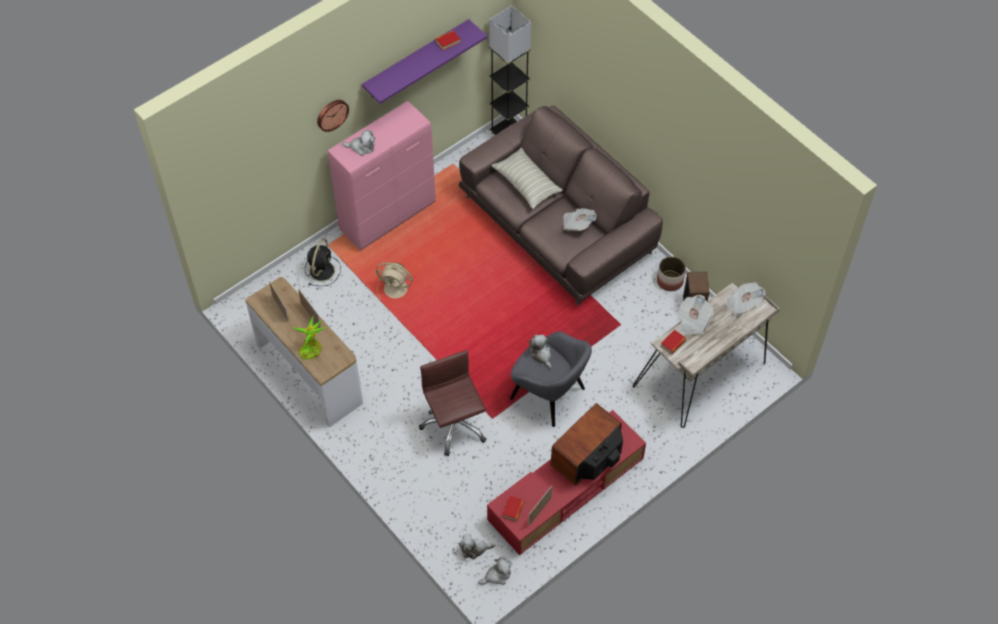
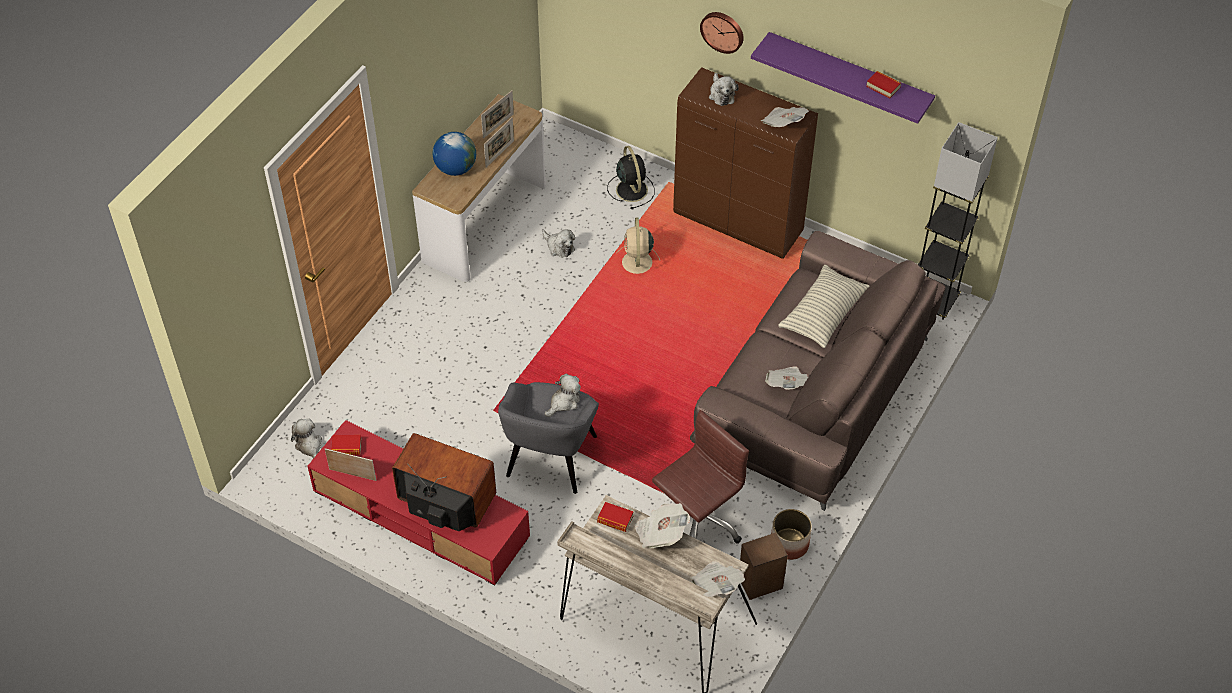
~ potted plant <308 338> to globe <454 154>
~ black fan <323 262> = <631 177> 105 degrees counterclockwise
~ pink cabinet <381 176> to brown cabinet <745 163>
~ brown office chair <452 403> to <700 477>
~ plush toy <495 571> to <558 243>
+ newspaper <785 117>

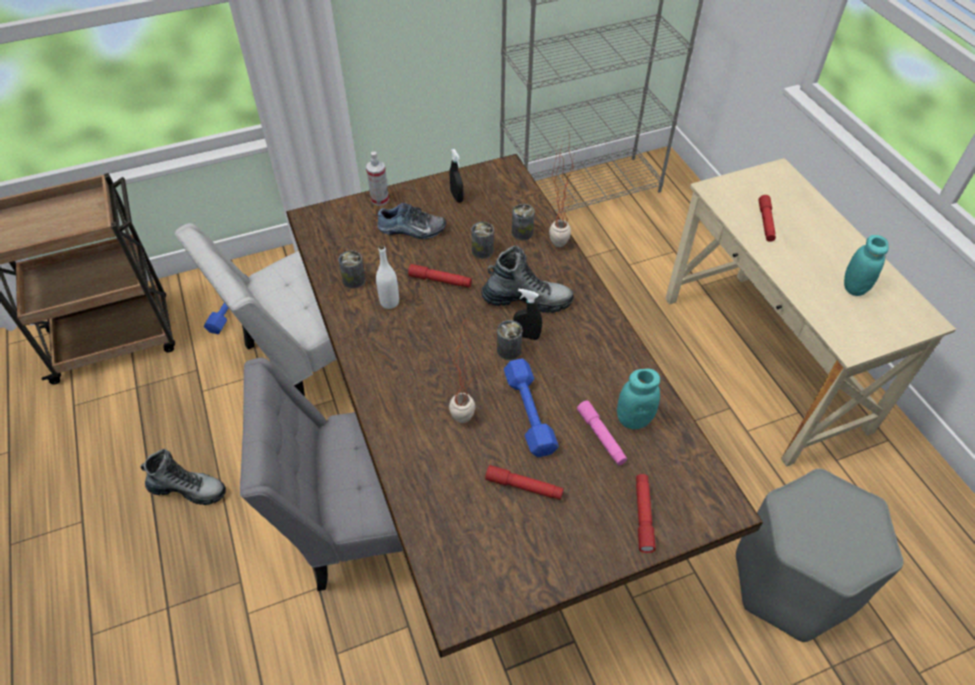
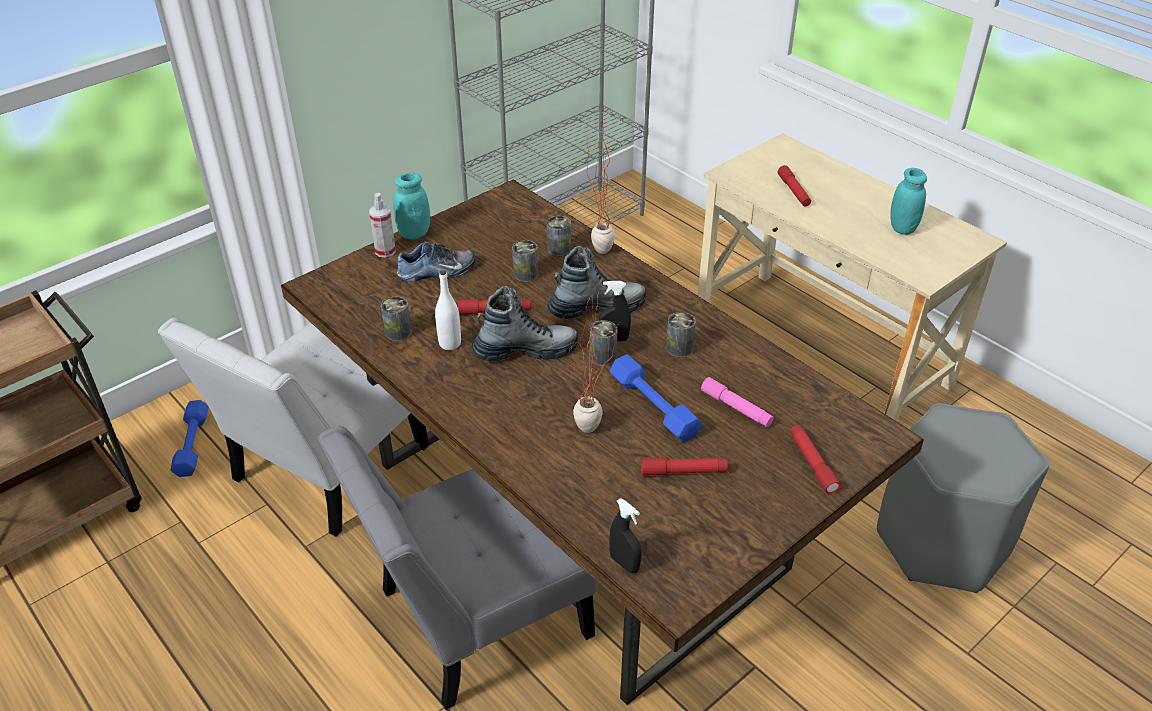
~ boot <183 477> to <525 323>
~ black spray bottle <457 176> to <625 535>
~ turquoise jar <638 398> to <411 206>
+ can <681 334>

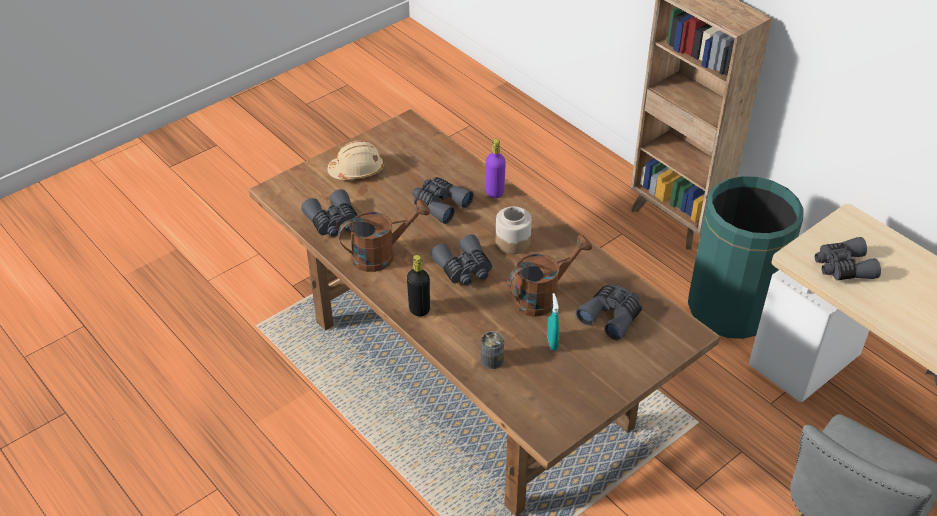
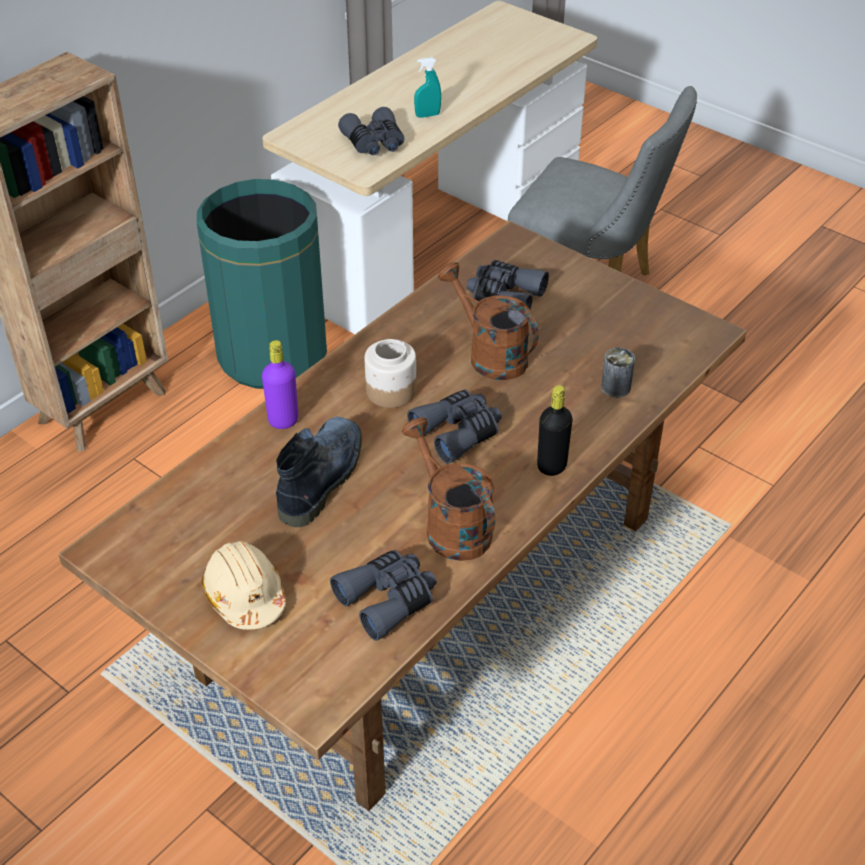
~ grey binoculars <443 200> to boot <319 471>
~ turquoise spray bottle <553 322> to <427 87>

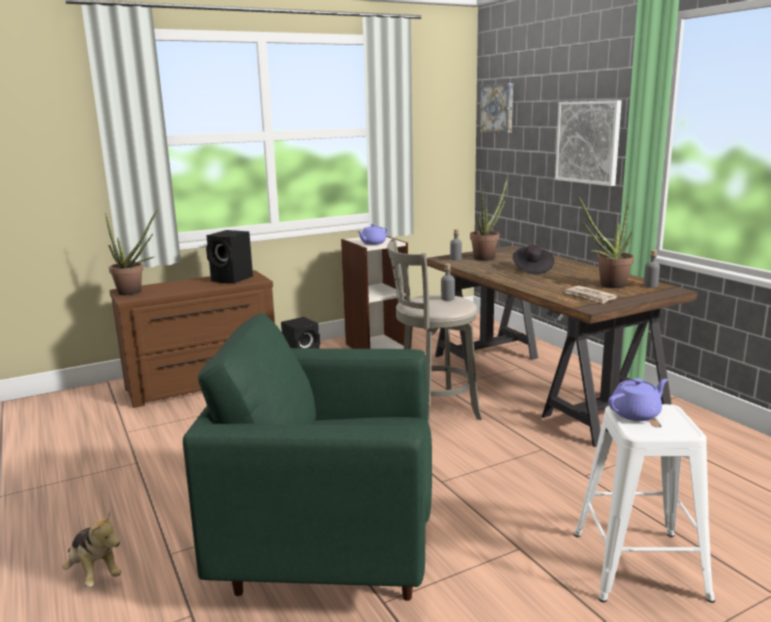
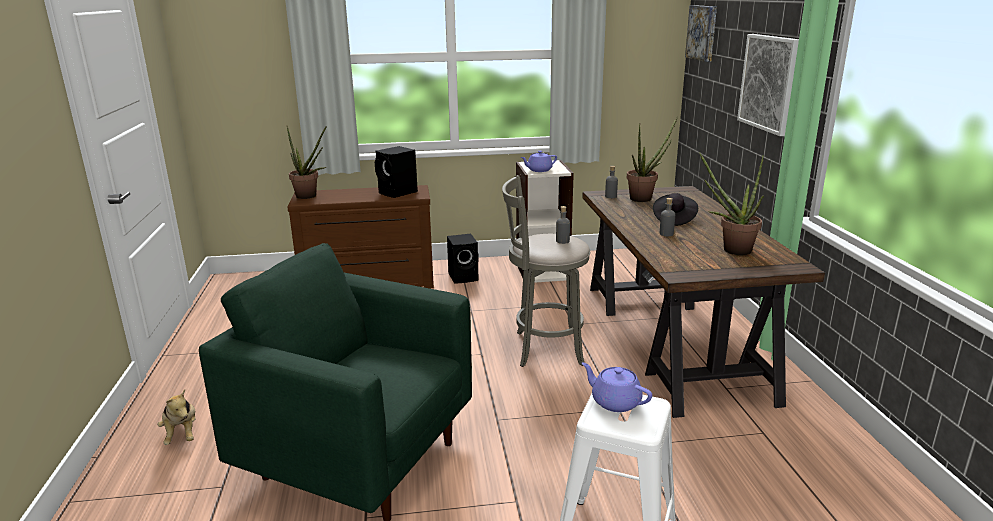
- newspaper <591 295>
~ purple teapot <638 399> = <617 387> 135 degrees counterclockwise
~ grey bottle <652 269> to <667 217>

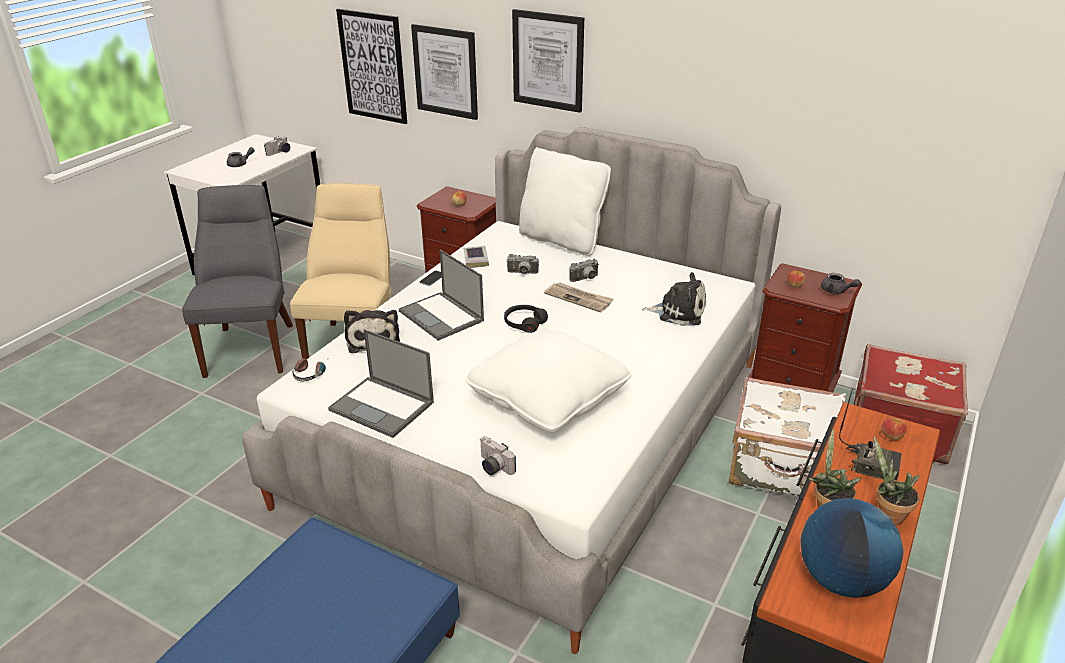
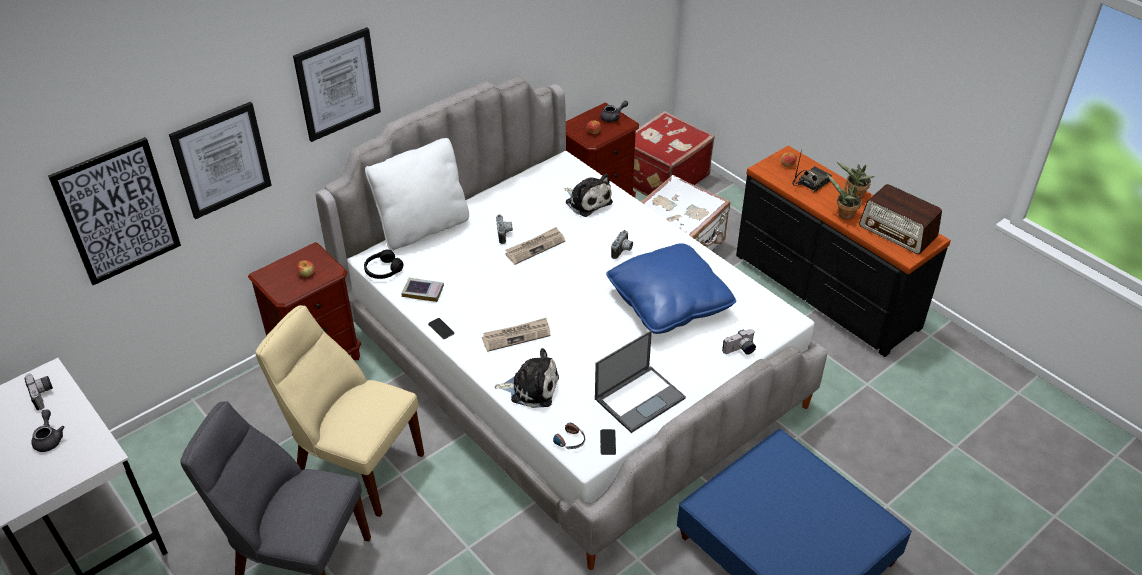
~ laptop <441 295> to newspaper <516 335>
~ white pillow <548 380> to blue pillow <671 288>
~ black headphones <526 319> to <383 264>
~ photo camera <523 264> to <622 244>
~ plush toy <674 299> = <588 195> 105 degrees clockwise
~ globe <851 548> to radio <900 219>
+ phone <608 442>

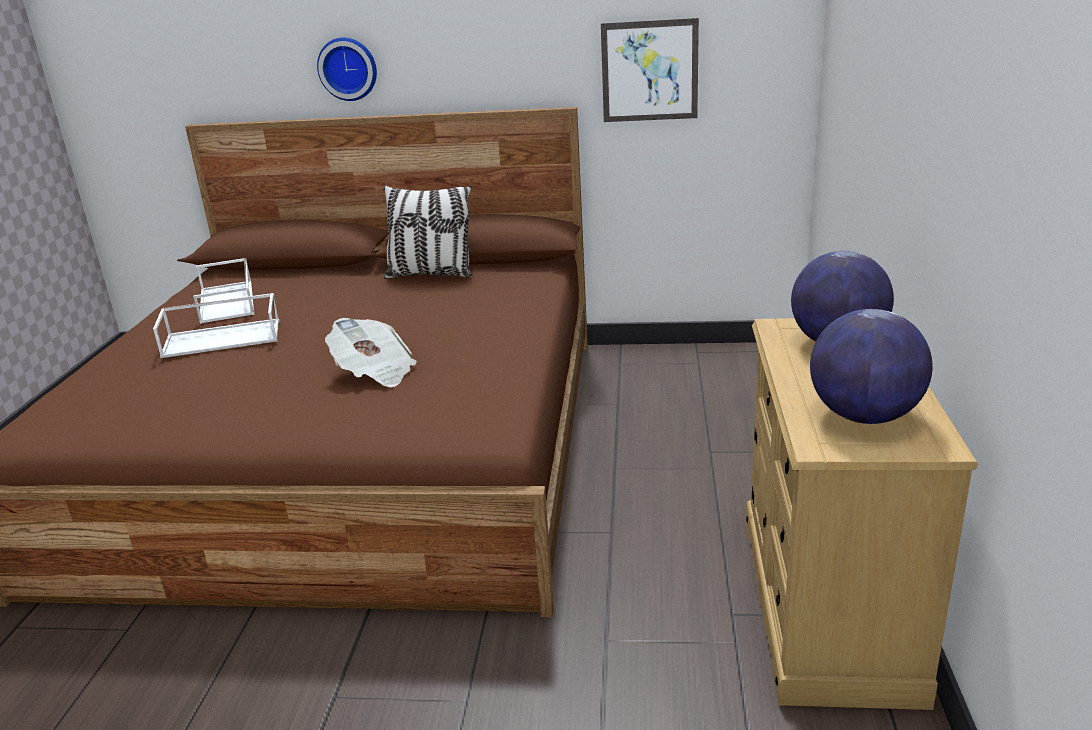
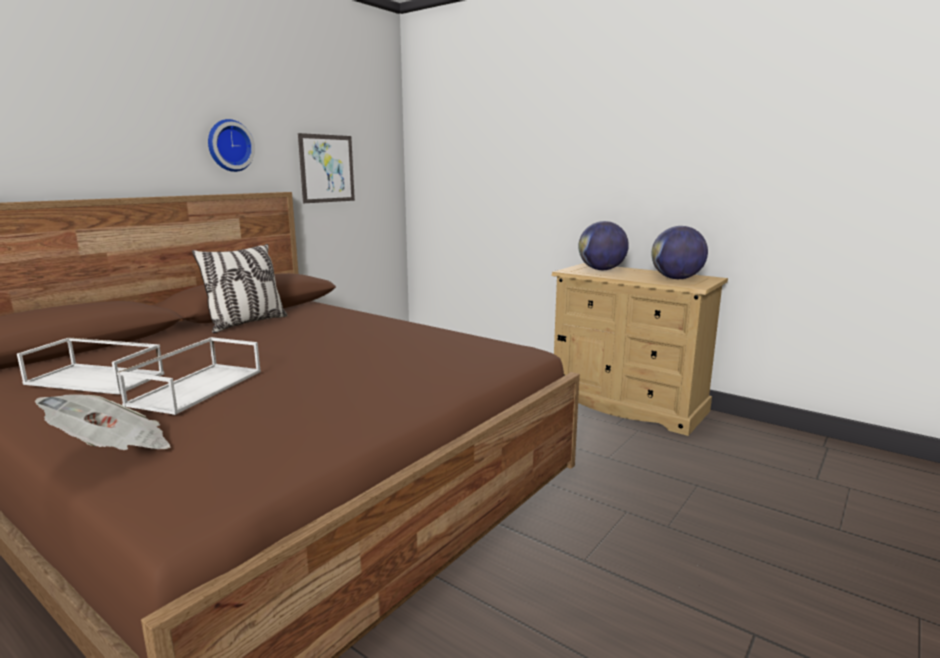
~ wall clock <347 69> to <231 145>
~ newspaper <371 352> to <103 422>

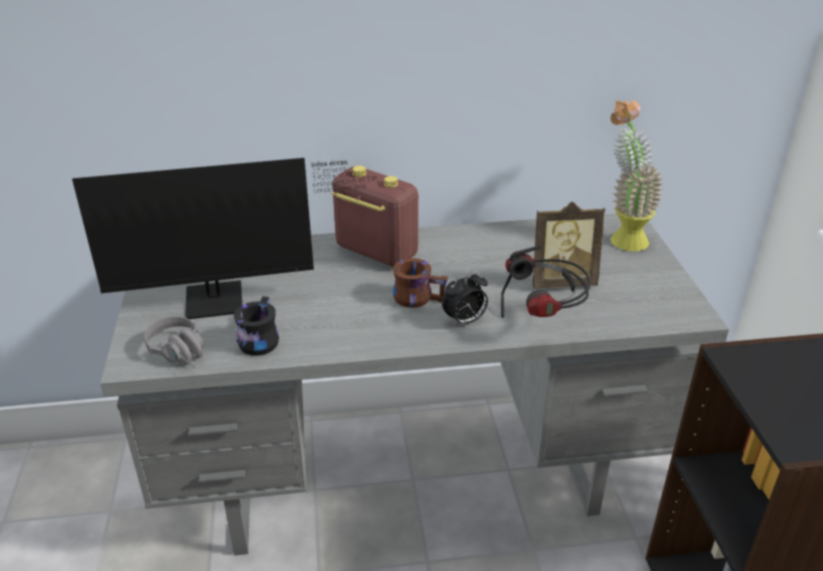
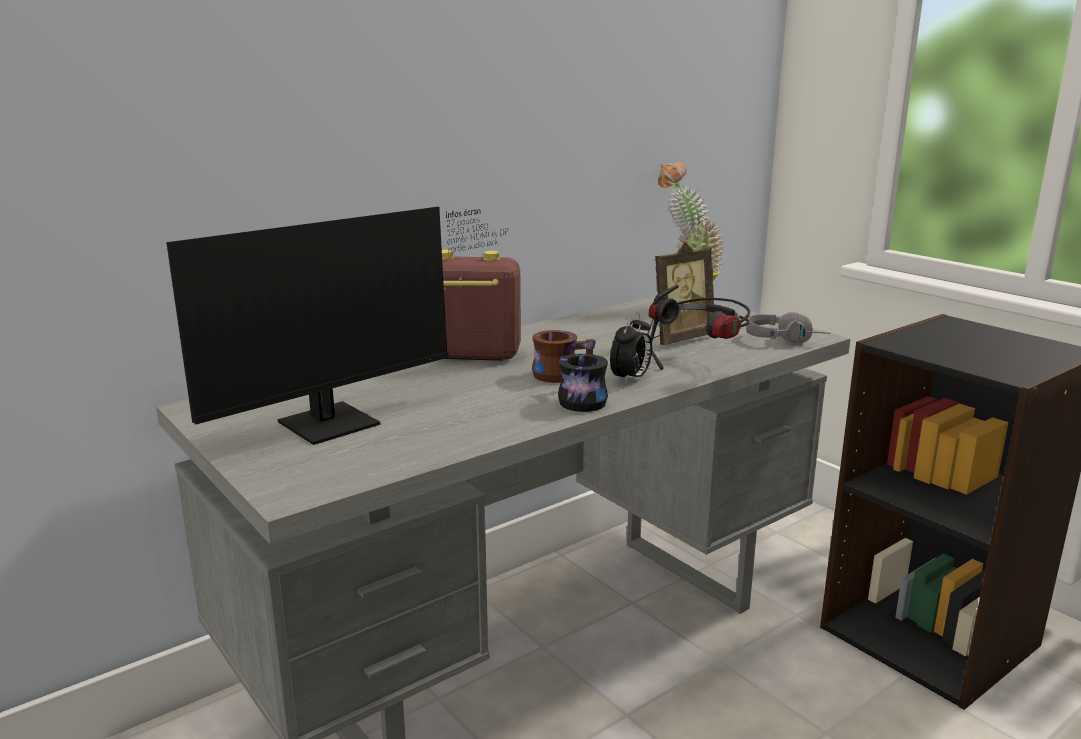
~ grey headphones <174 342> to <788 328>
~ black mug <256 326> to <583 383>

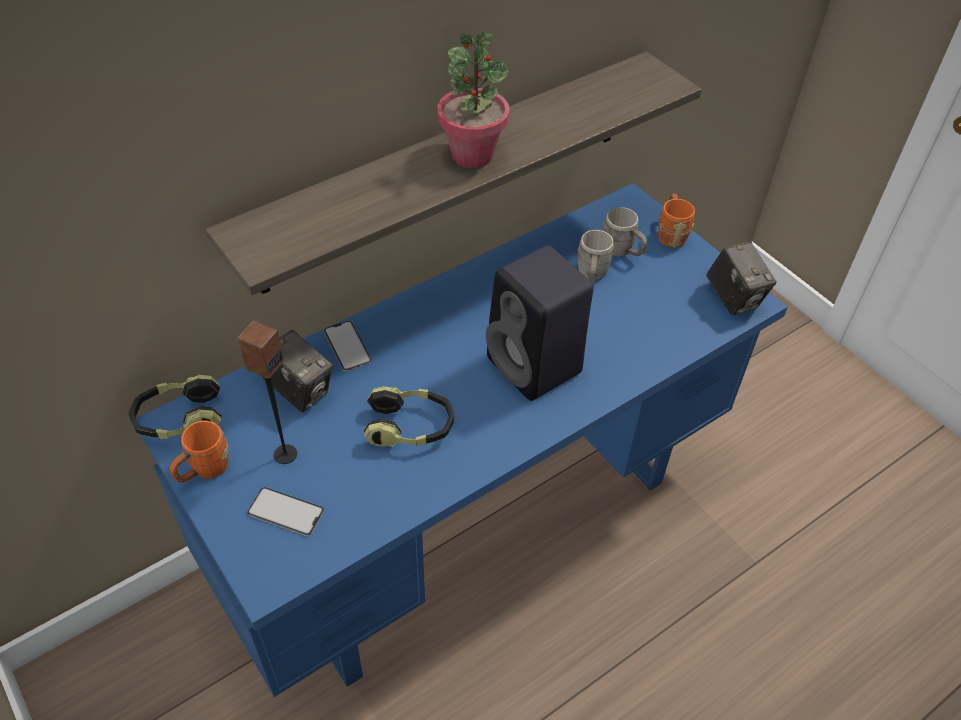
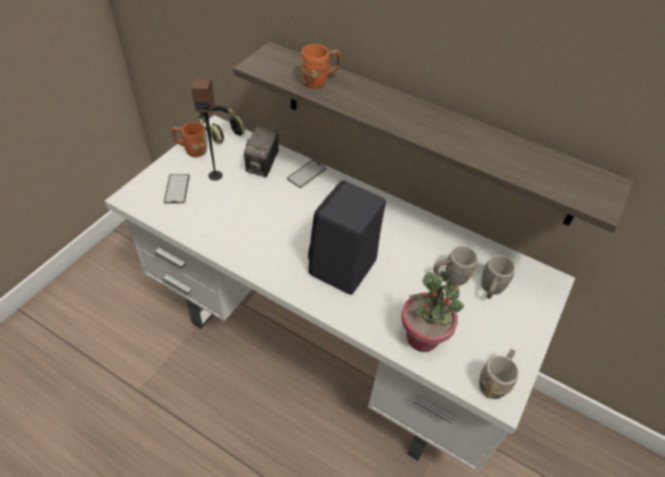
~ blue desk <462 440> to white desk <340 293>
- headphones <409 416>
~ potted plant <474 100> to <432 311>
~ orange mug <676 221> to <321 66>
~ photo camera <741 278> to grey mug <499 374>

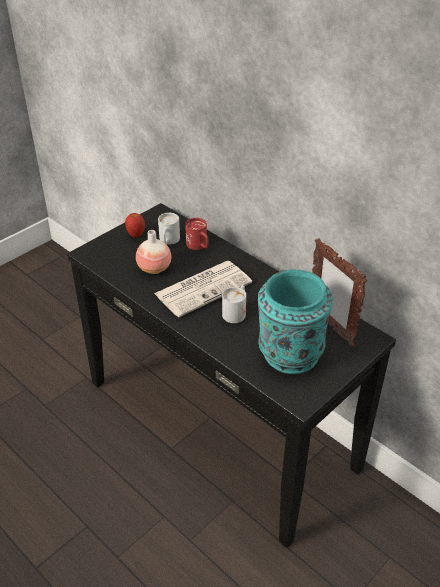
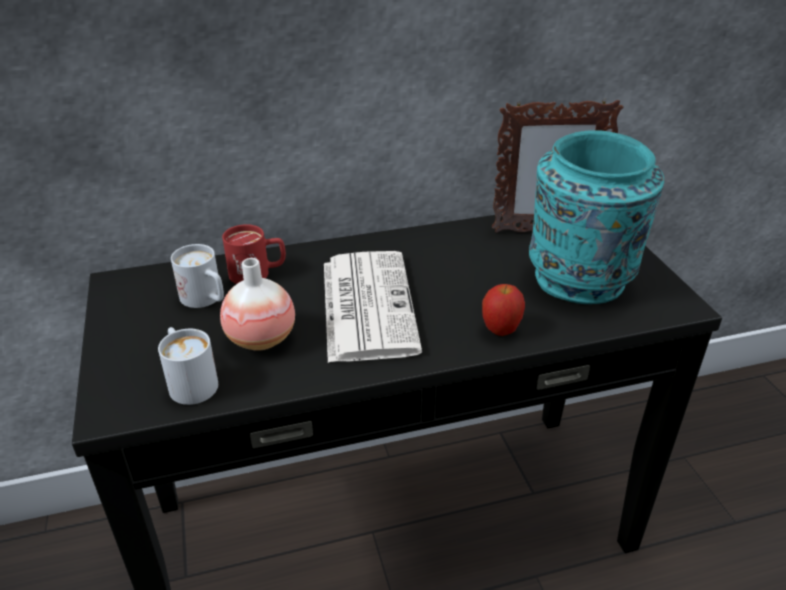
~ apple <135 225> to <503 310>
~ white mug <234 304> to <188 366>

